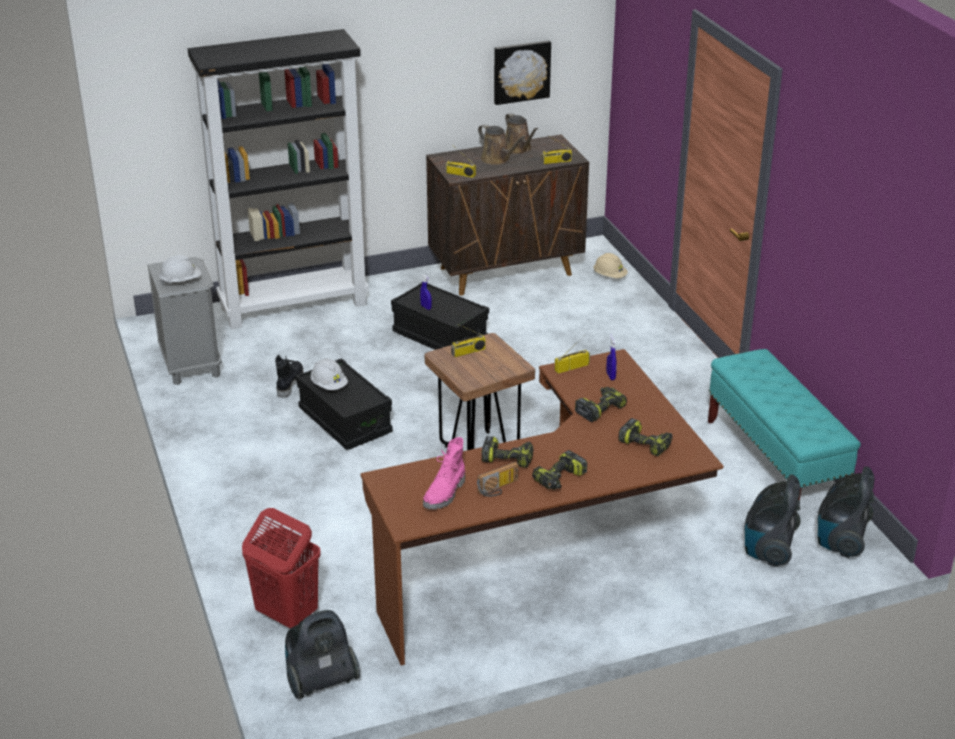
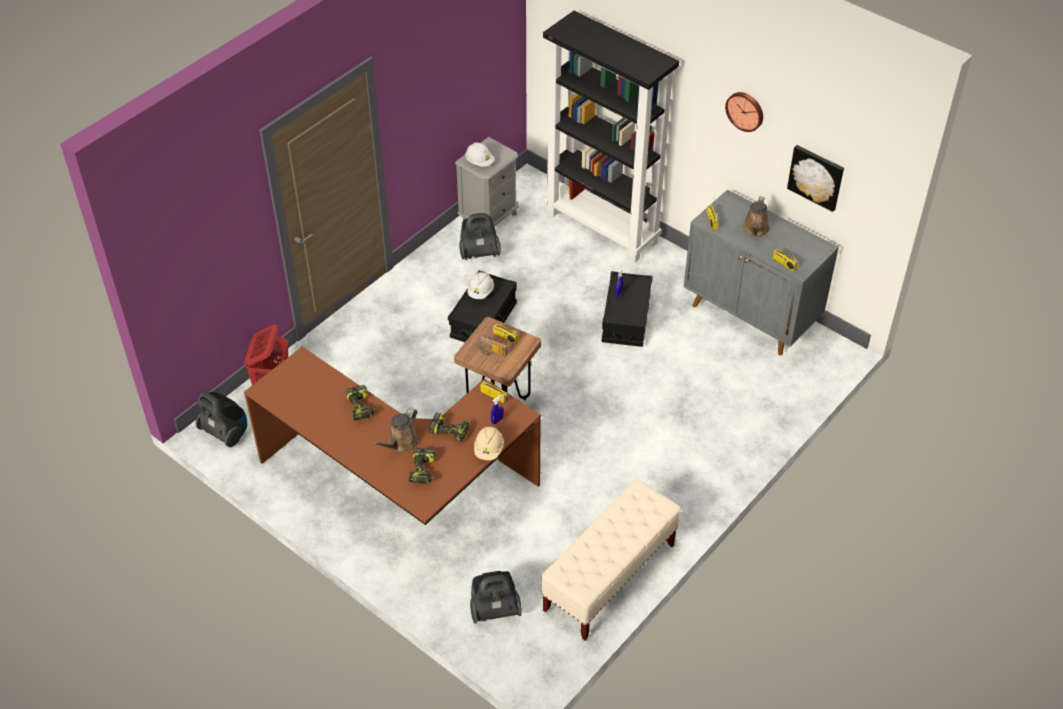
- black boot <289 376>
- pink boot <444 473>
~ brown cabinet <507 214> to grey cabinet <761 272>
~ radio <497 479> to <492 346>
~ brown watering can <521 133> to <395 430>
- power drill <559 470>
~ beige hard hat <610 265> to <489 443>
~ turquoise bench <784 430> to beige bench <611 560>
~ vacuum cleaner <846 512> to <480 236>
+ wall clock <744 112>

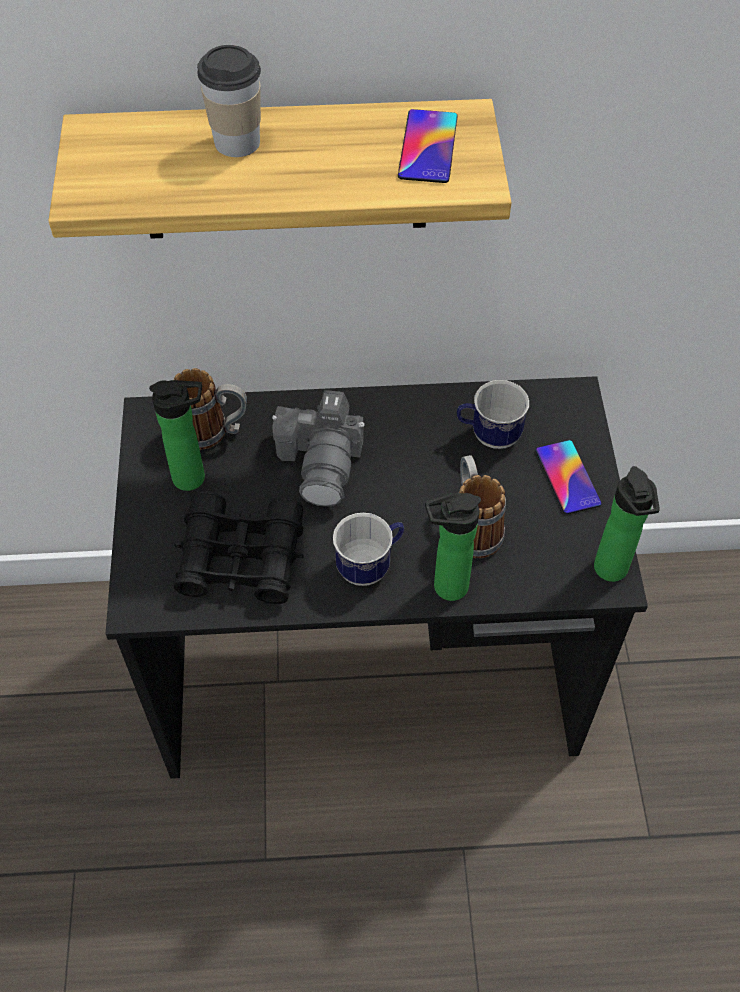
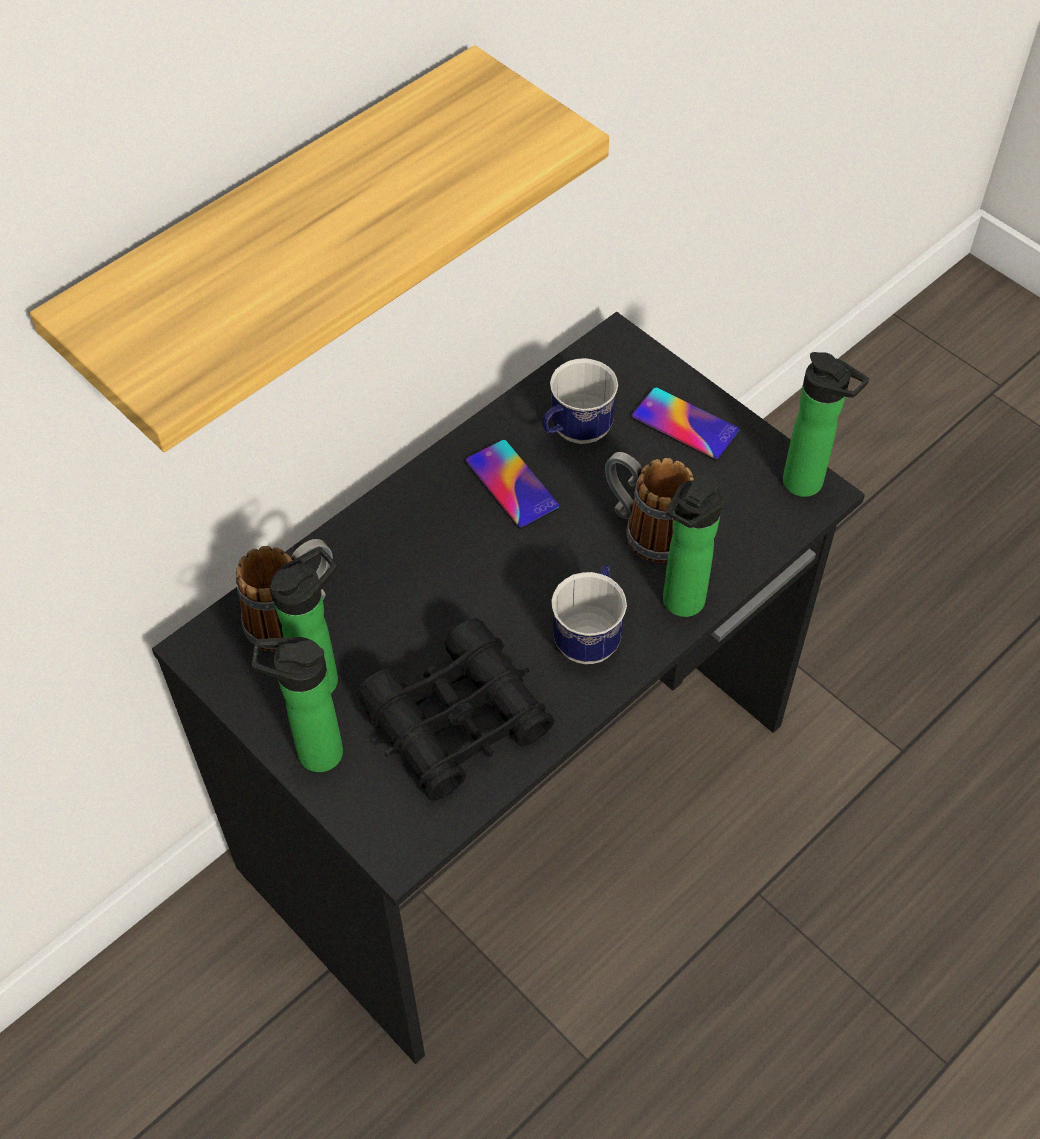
- cup <229 101>
- photo camera <318 448>
~ phone <428 146> to <512 484>
+ bottle <297 704>

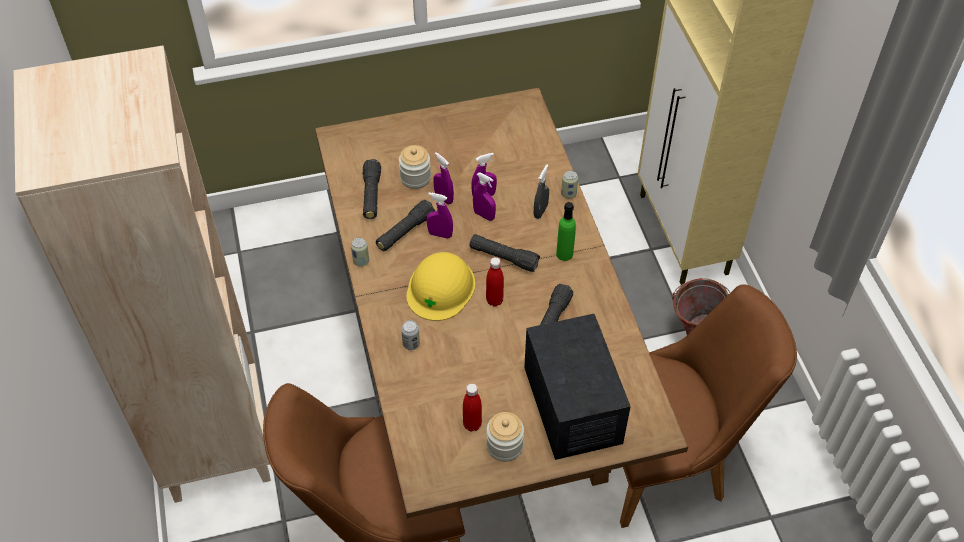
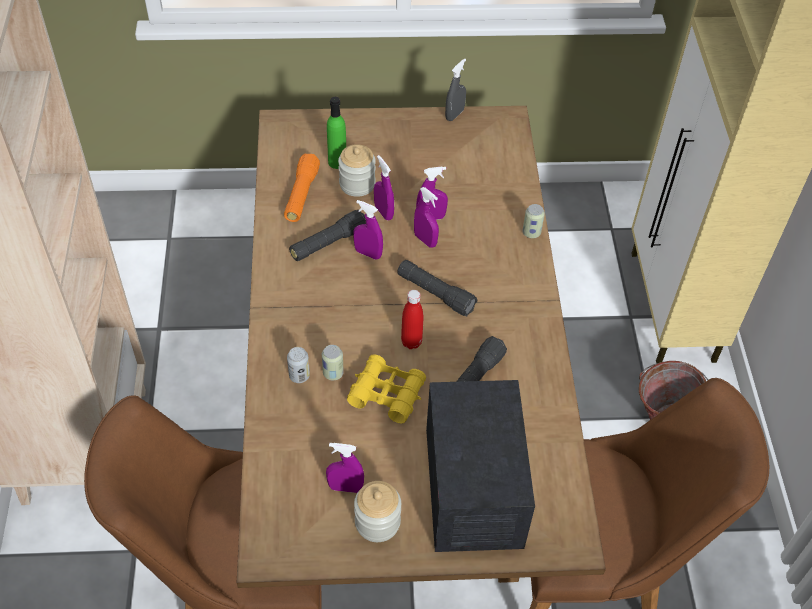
~ can <360 252> to <333 362>
~ black flashlight <372 189> to orange flashlight <302 188>
- yellow hard hat <440 286>
~ red bottle <472 407> to purple spray bottle <345 468>
~ grey spray bottle <541 191> to <455 89>
~ green bottle <566 231> to <336 133>
+ yellow binoculars <386 388>

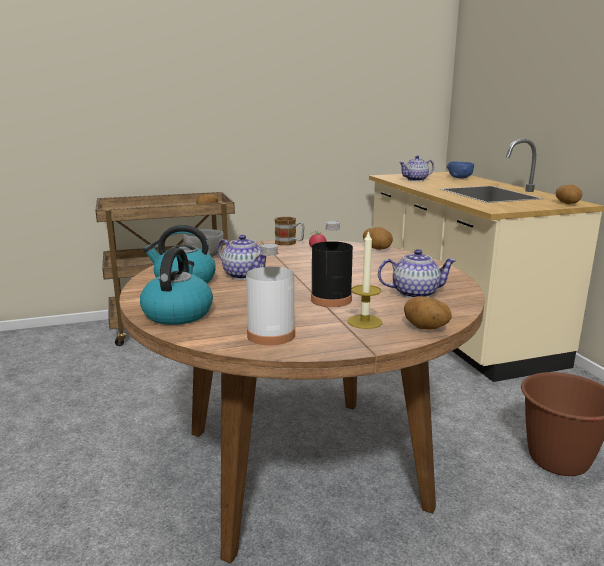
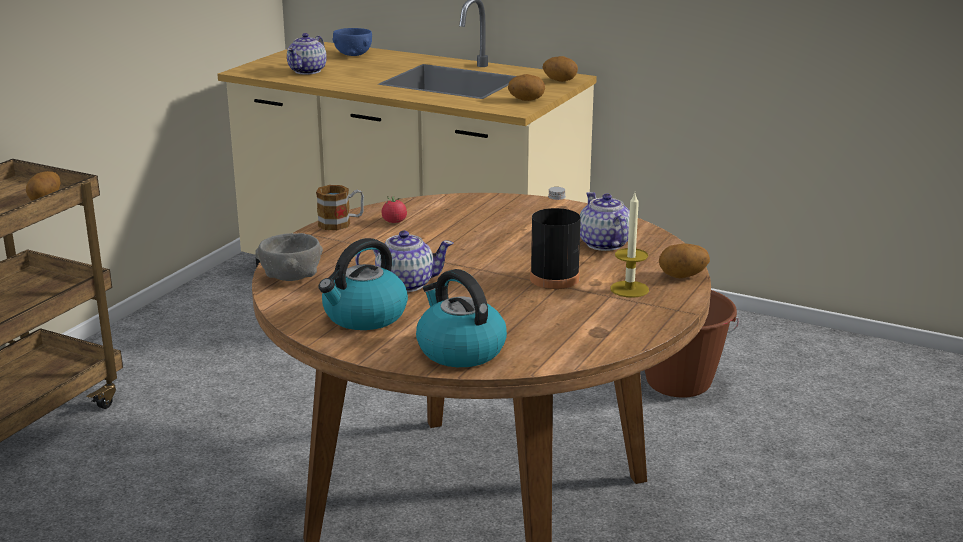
- white bottle <270 294>
~ potato <378 238> to <526 87>
~ teapot <417 273> = <605 221> 60 degrees counterclockwise

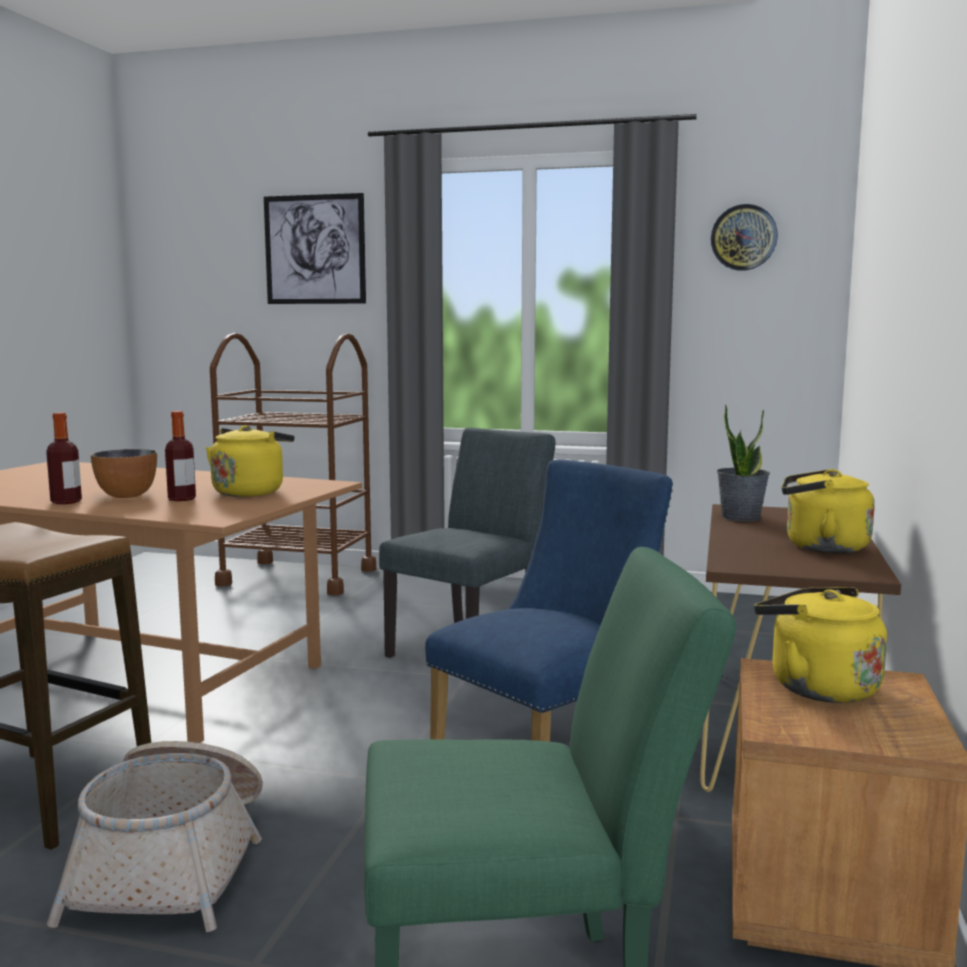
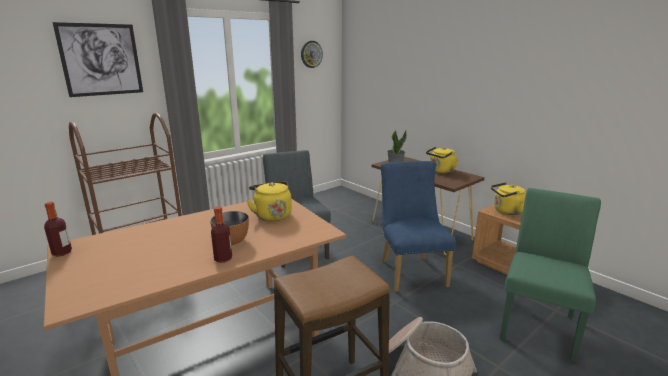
~ bottle <180 456> to <58 229>

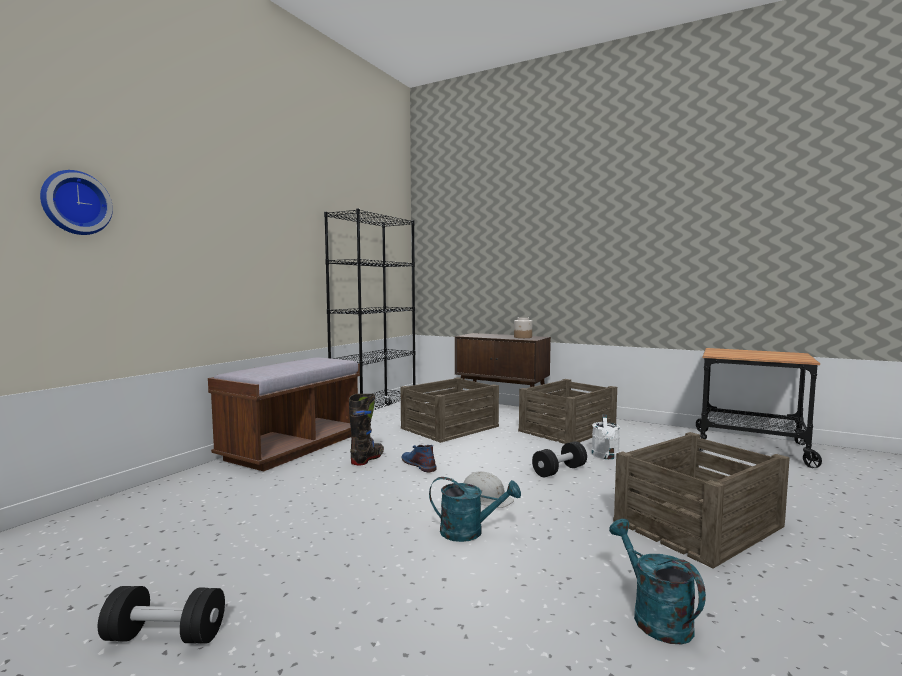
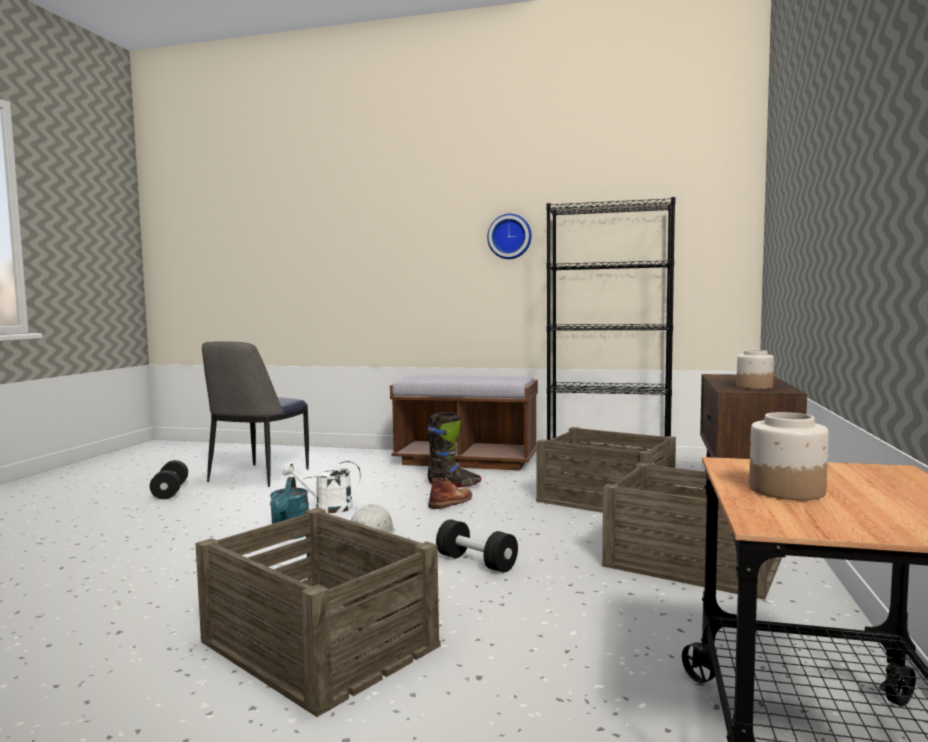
~ wall clock <76 202> to <509 236>
~ blue boot <419 458> to brown boot <450 493>
~ white watering can <606 436> to <322 487>
- turquoise watering can <657 581>
+ chair <255 414>
+ jar <789 456>

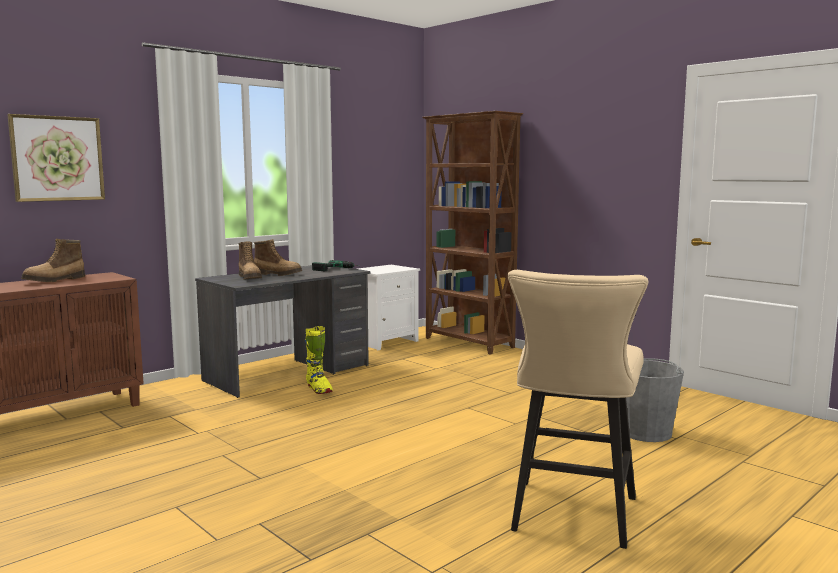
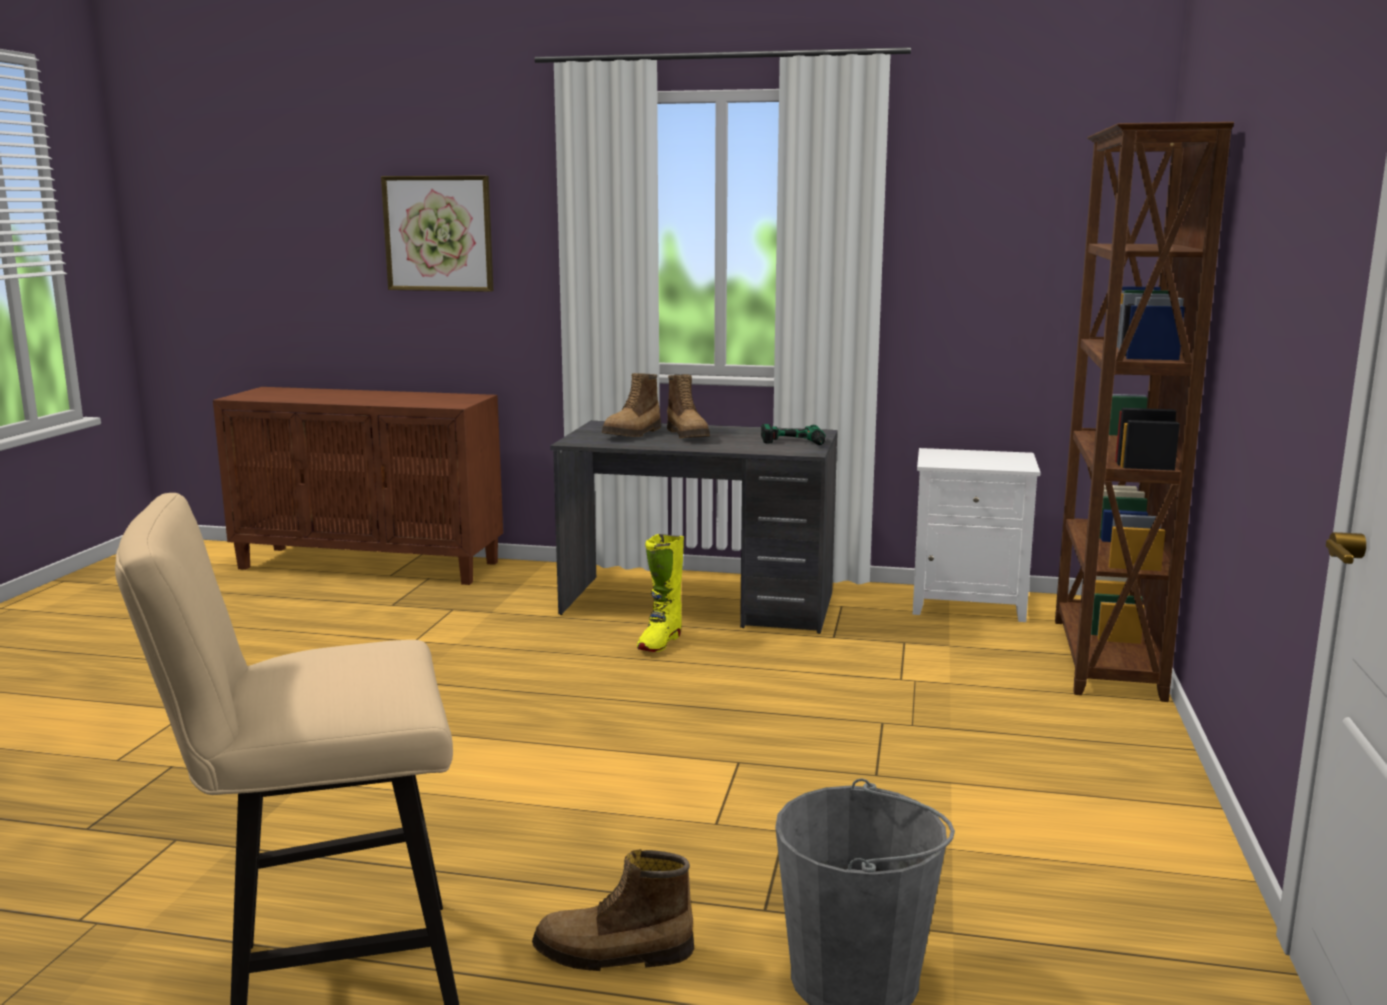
~ boot <53 260> to <613 910>

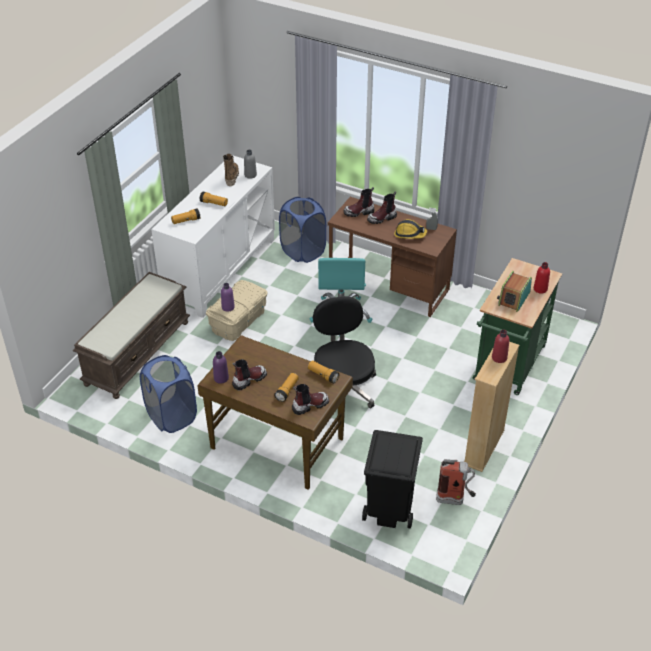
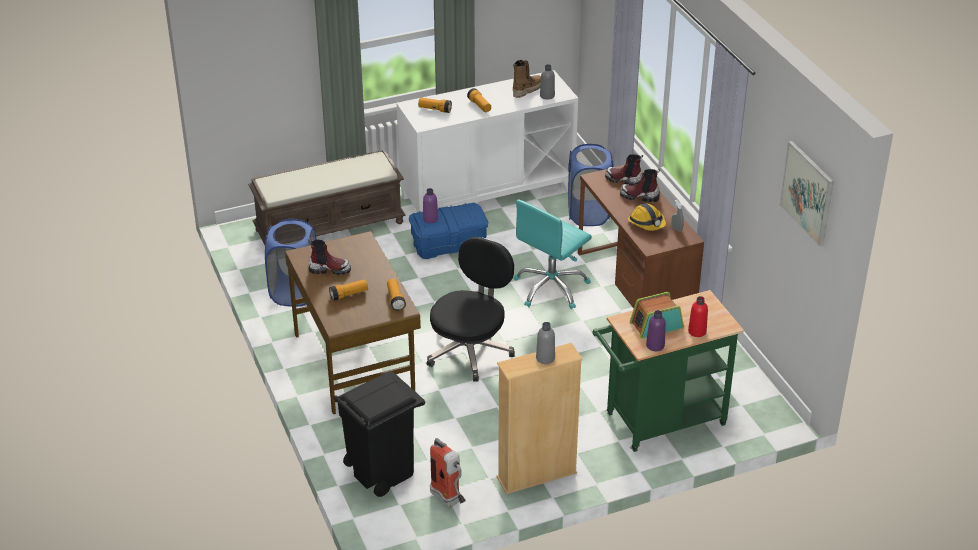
~ beige storage box <237 310> to blue storage box <448 230>
~ purple bottle <221 367> to <656 330>
- boot <310 399>
~ red bottle <500 346> to grey bottle <545 343>
+ picture <806 193>

